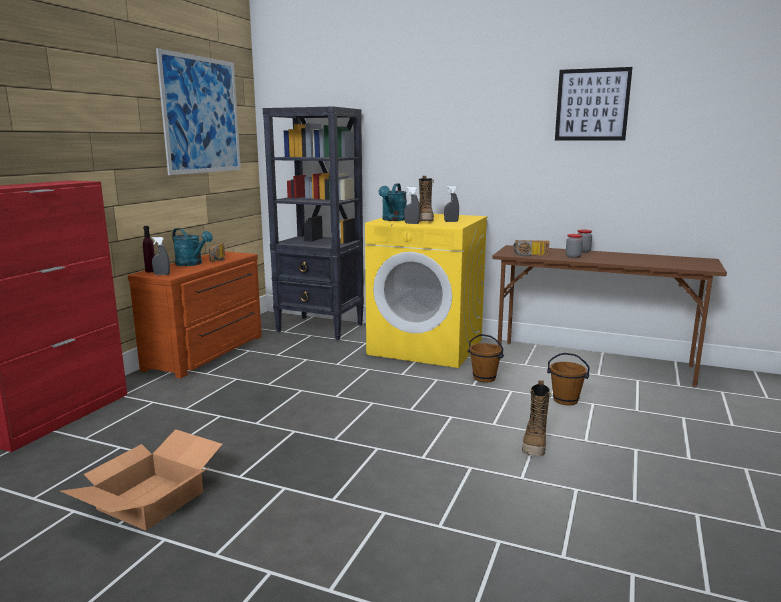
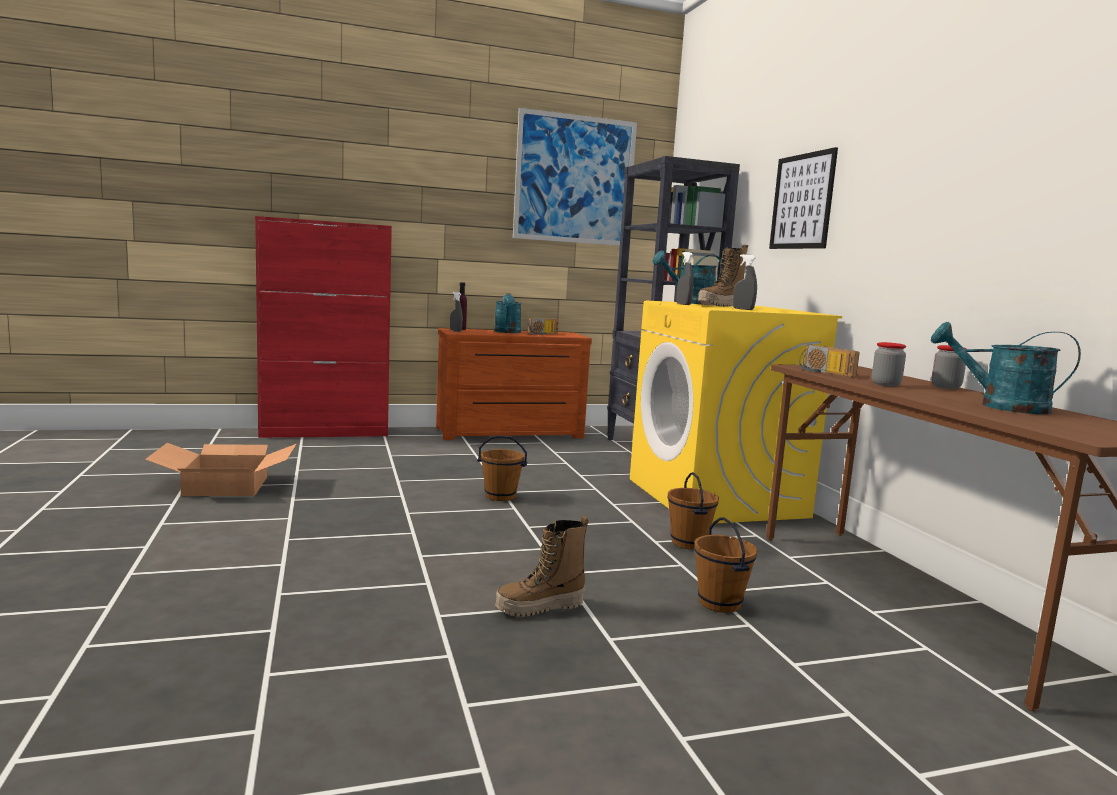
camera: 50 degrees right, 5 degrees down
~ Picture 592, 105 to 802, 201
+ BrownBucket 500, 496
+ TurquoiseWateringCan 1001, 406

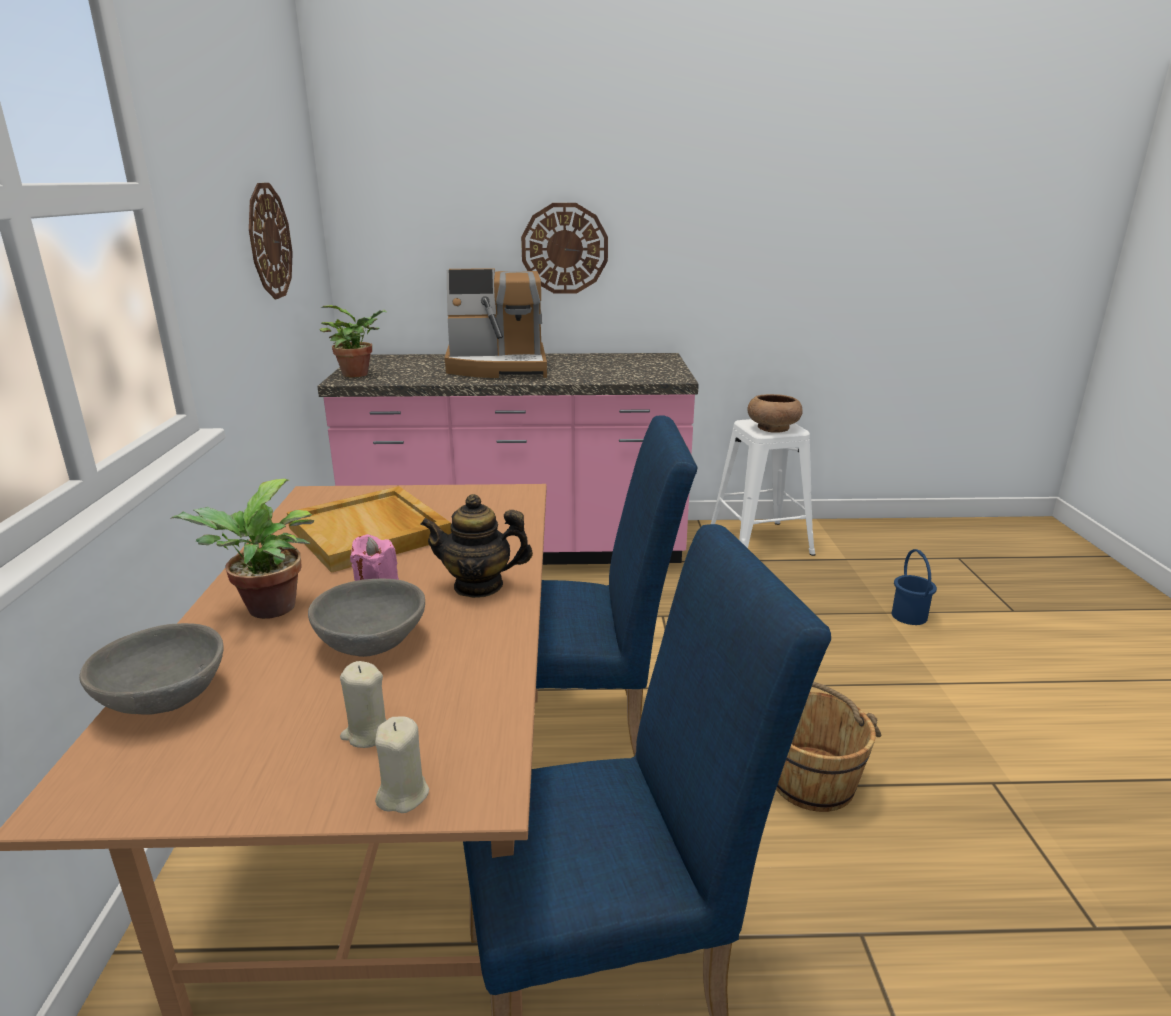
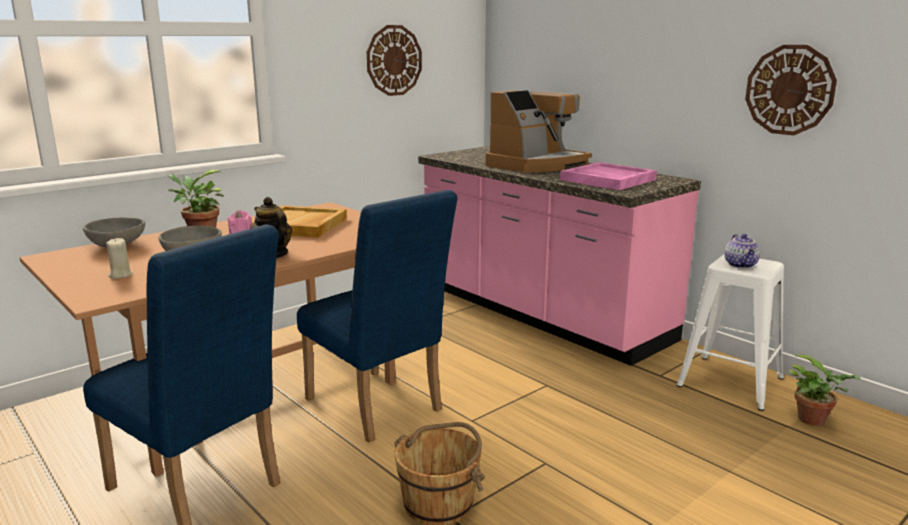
camera: 50 degrees right, 5 degrees down
~ PottedPlant 359, 374 to 815, 420
- BeigeCandle 403, 794
~ CoffeeMachine 498, 367 = 537, 165 90 degrees counterclockwise
~ WallClock 564, 248 to 789, 90
~ BrownBowl 772, 428 to Teapot 741, 265
- BlueBucket 909, 616
+ PinkTray 607, 180

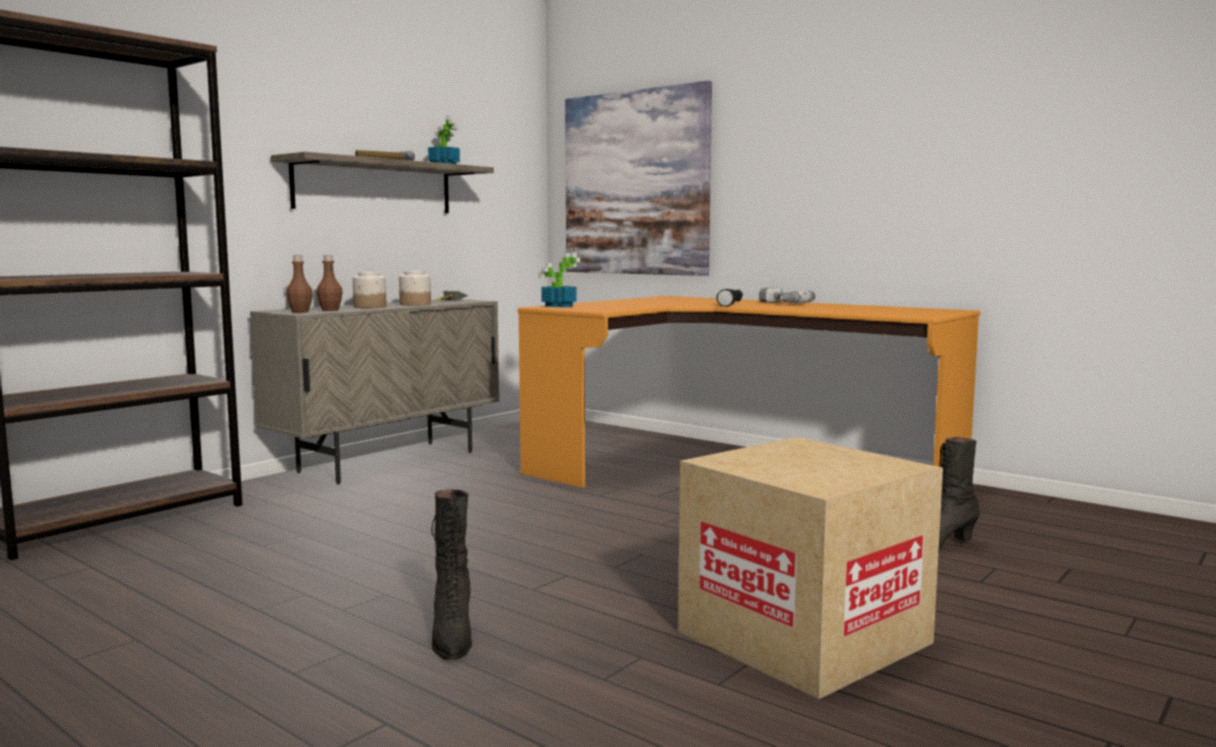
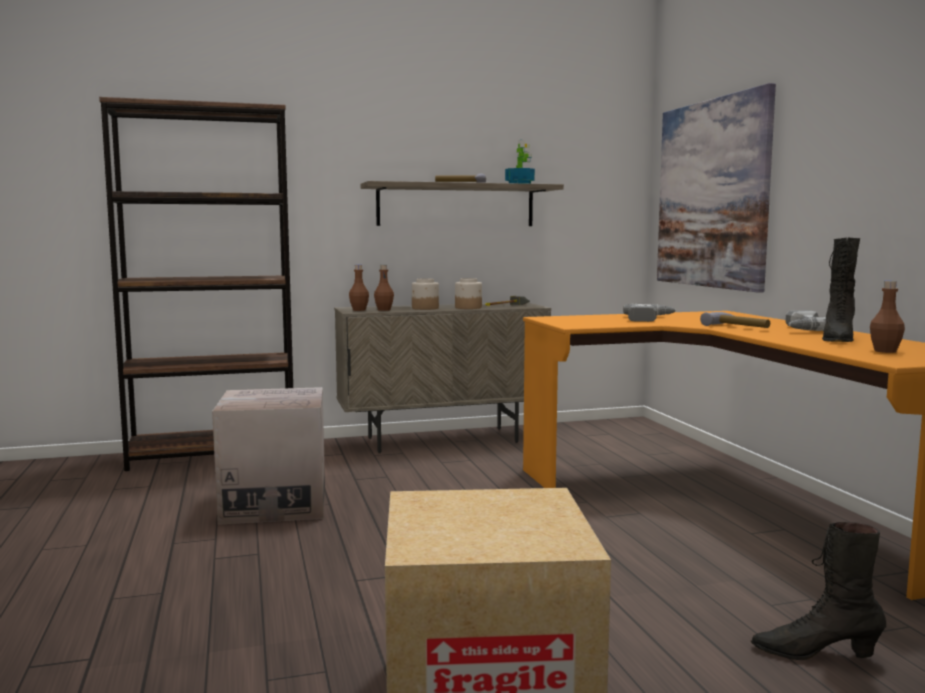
camera: 35 degrees right, 0 degrees up
~ BlackBoot 452, 636 to 837, 338
- PottedPlant 558, 306
~ BlackFlashlight 731, 304 to Hammer 739, 327
+ CardboardBox 275, 504
+ PowerDrill 650, 319
+ BrownBottle 885, 351

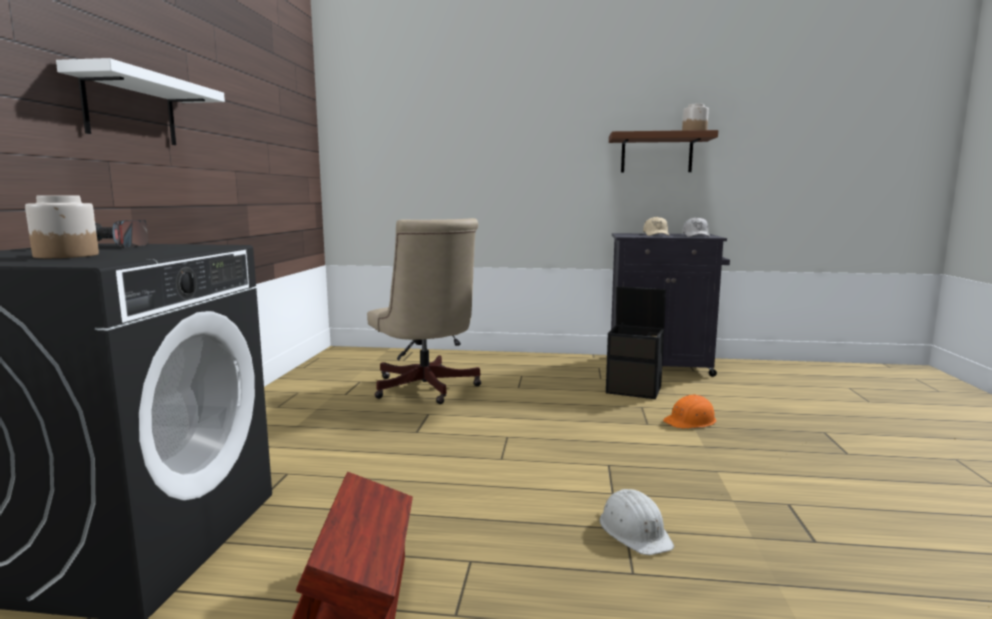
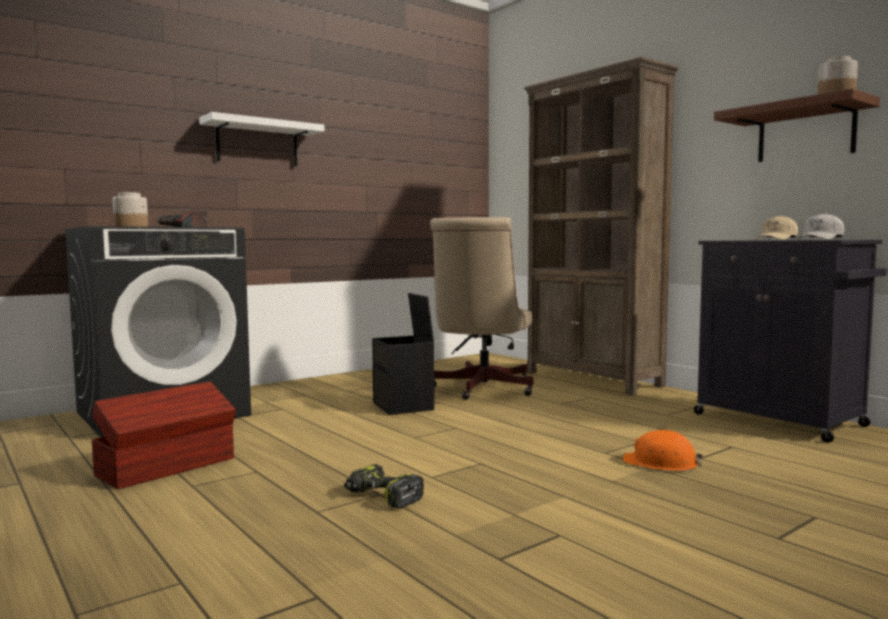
camera: 45 degrees right, 5 degrees down
~ WhiteHardHat 635, 531 to PowerDrill 382, 497
~ BlackStorageBox 635, 389 to 404, 406
+ BrownBookcase 593, 379

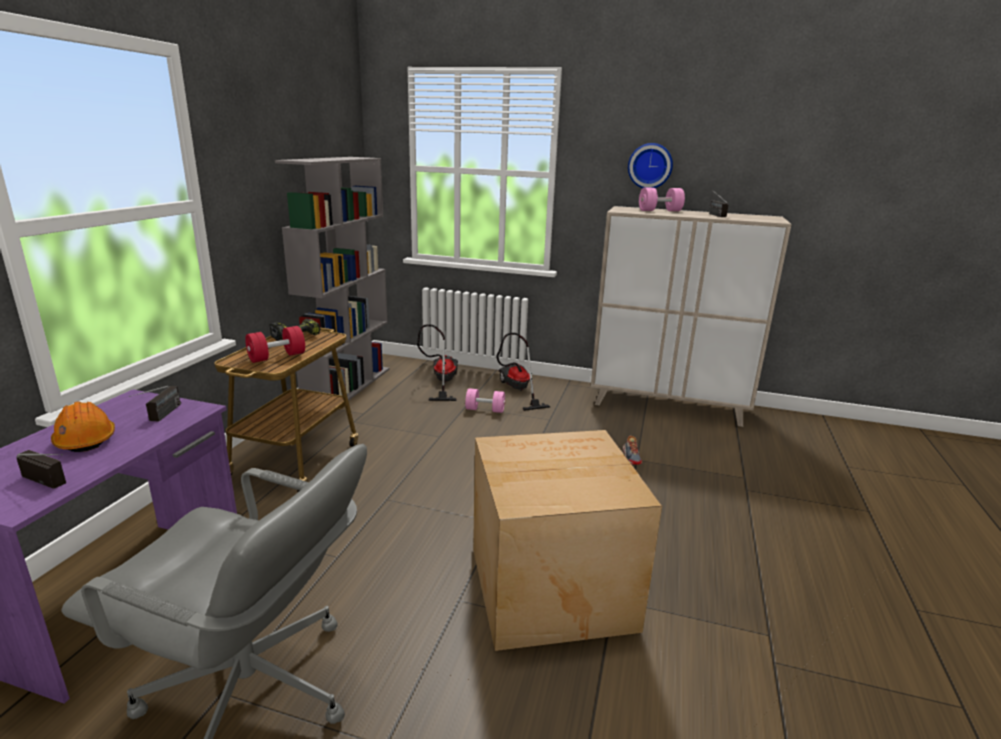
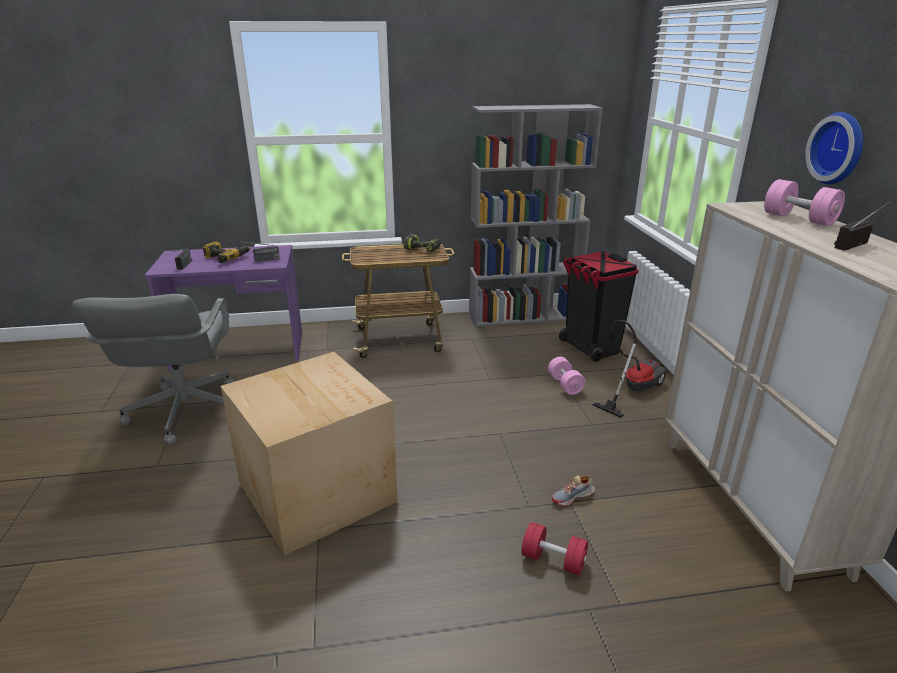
camera: 65 degrees right, 5 degrees up
~ OrangeHardHat 85, 439 to PowerDrill 226, 257
~ RedDumbbell 277, 357 to 553, 560
~ VacuumCleaner 441, 382 to BlackTrashCan 591, 348

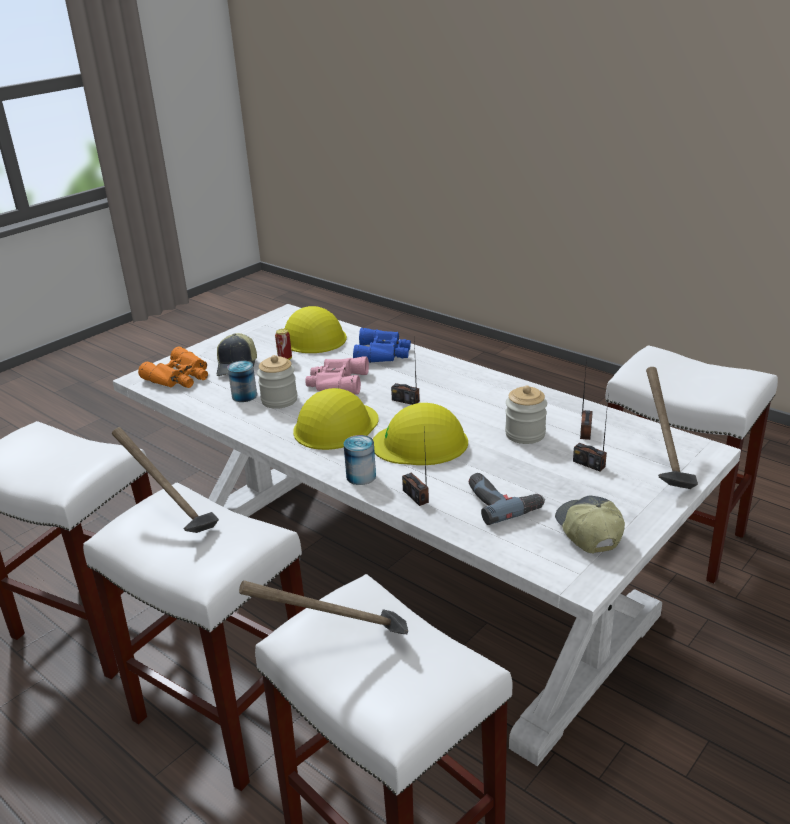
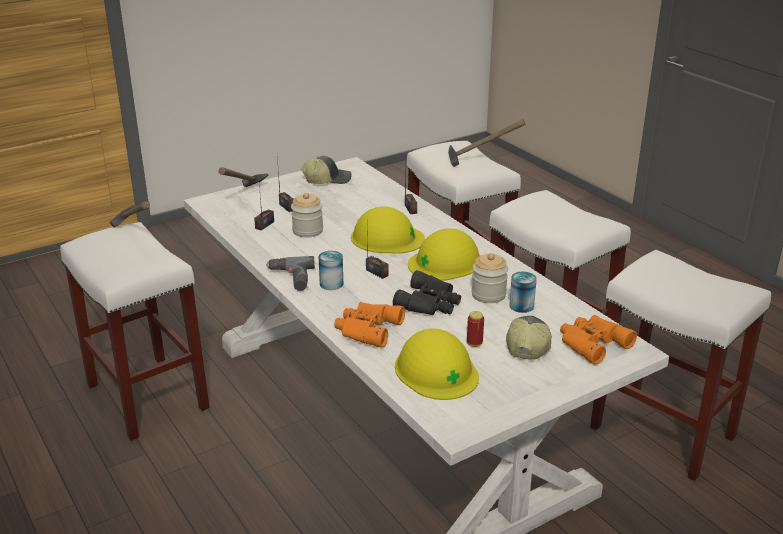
camera: 165 degrees left, 0 degrees up
~ Hammer 170, 518 to 136, 236
~ PinkBinoculars 336, 383 to BlackBinoculars 430, 303
~ Can 361, 476 to 331, 284
~ BlueBinoculars 383, 353 to OrangeBinoculars 366, 329
~ PowerDrill 502, 501 to 290, 278
~ Cap 587, 532 = 327, 179 105 degrees counterclockwise

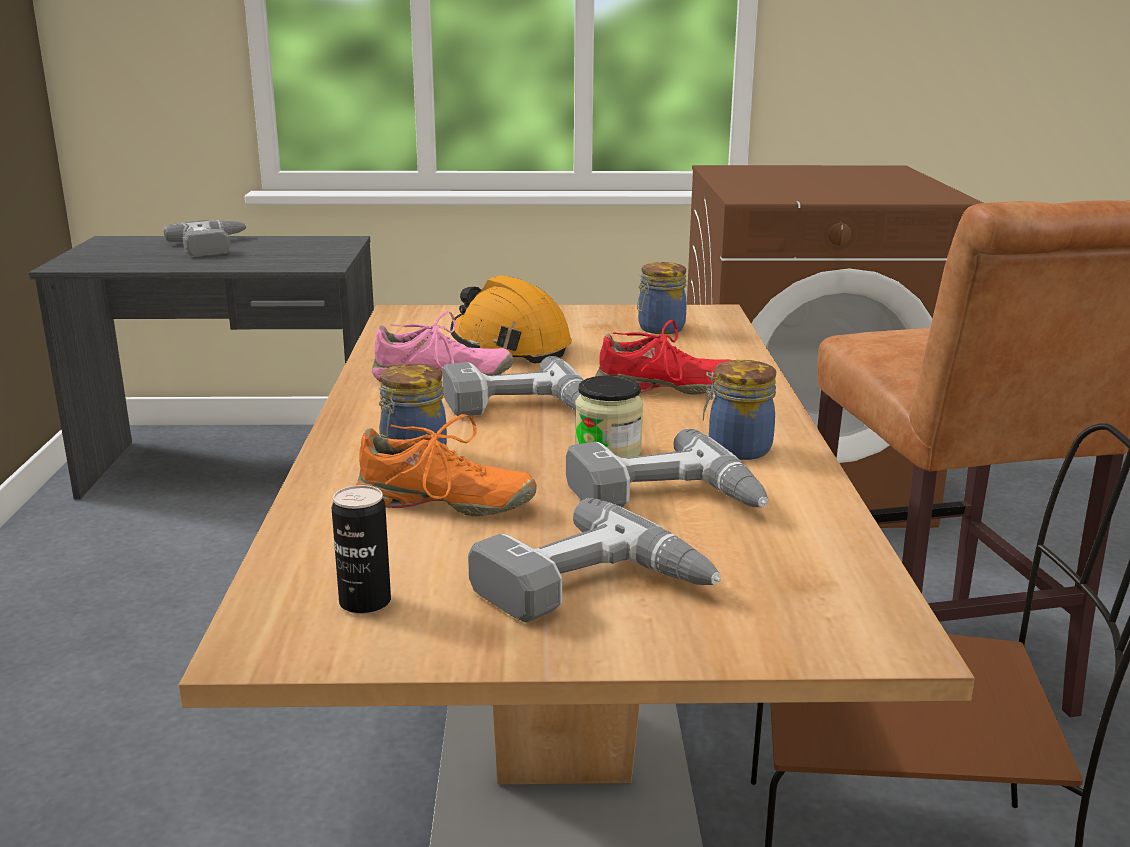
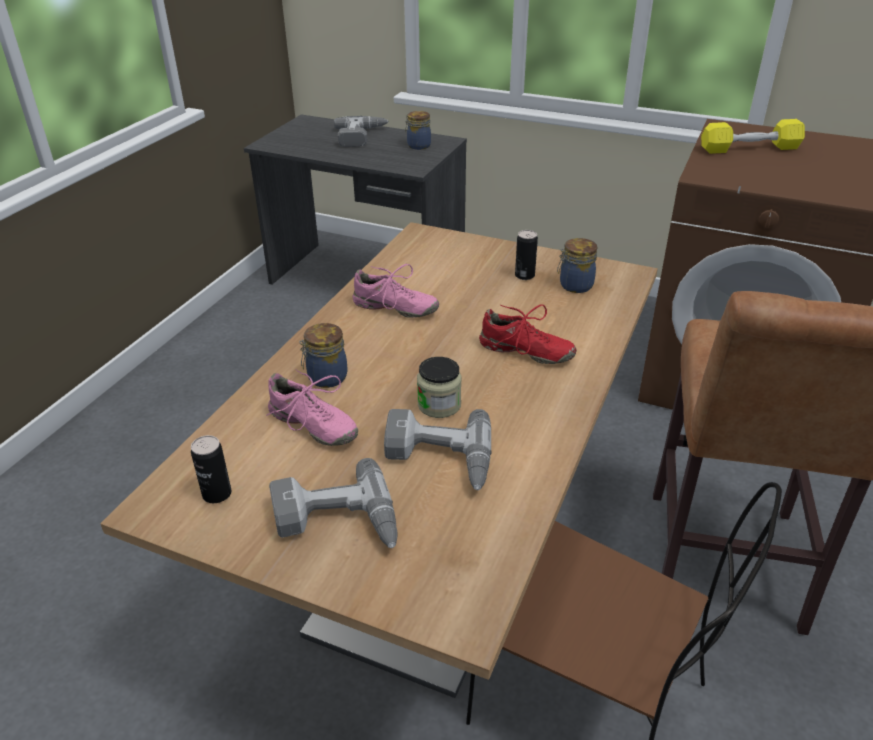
camera: 25 degrees right, 15 degrees up
~ OrangeShoe 445, 503 to PinkShoe 312, 426
- PowerDrill 520, 410
- OrangeHardHat 509, 346
~ Jar 736, 449 to 418, 145
+ Can 524, 275
+ YellowDumbbell 750, 148

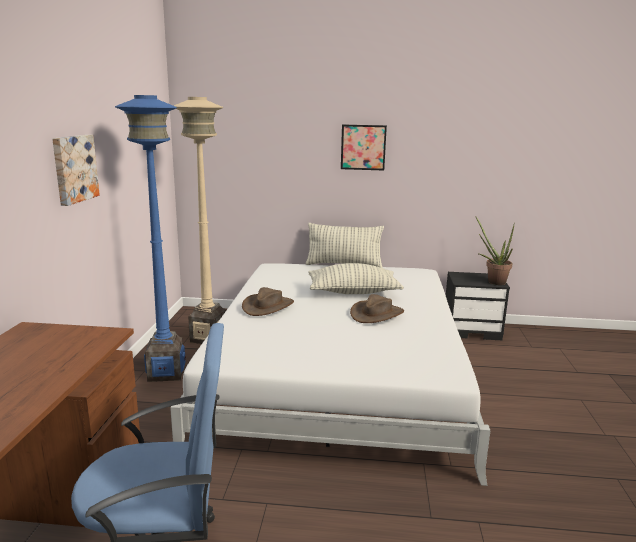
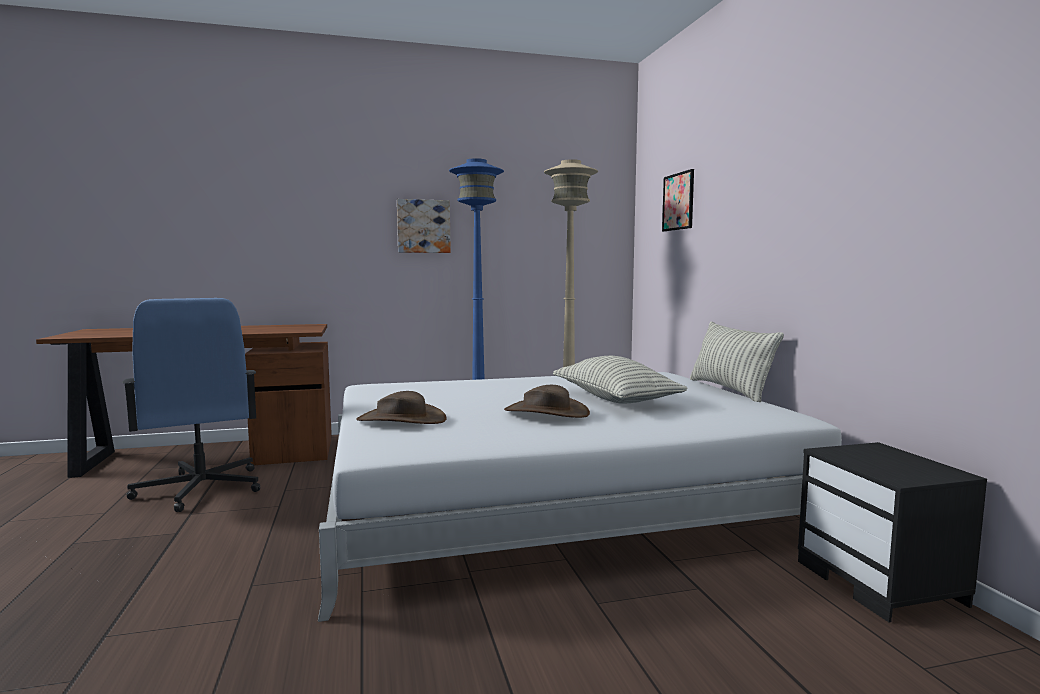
camera: 70 degrees right, 10 degrees down
~ BrownHat 268, 306 to 402, 419
~ Picture 363, 147 to 678, 201
- PottedPlant 493, 281

